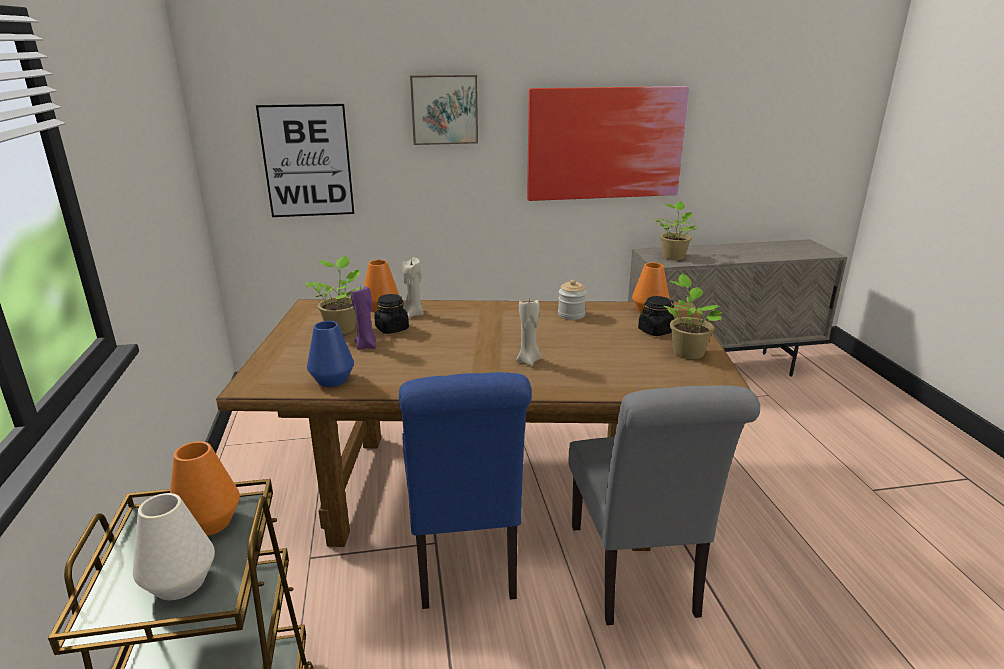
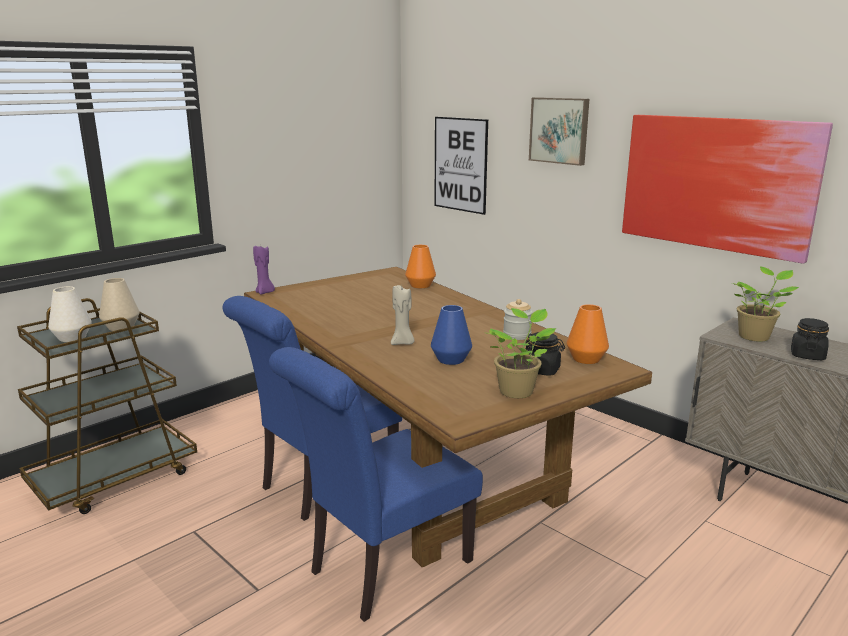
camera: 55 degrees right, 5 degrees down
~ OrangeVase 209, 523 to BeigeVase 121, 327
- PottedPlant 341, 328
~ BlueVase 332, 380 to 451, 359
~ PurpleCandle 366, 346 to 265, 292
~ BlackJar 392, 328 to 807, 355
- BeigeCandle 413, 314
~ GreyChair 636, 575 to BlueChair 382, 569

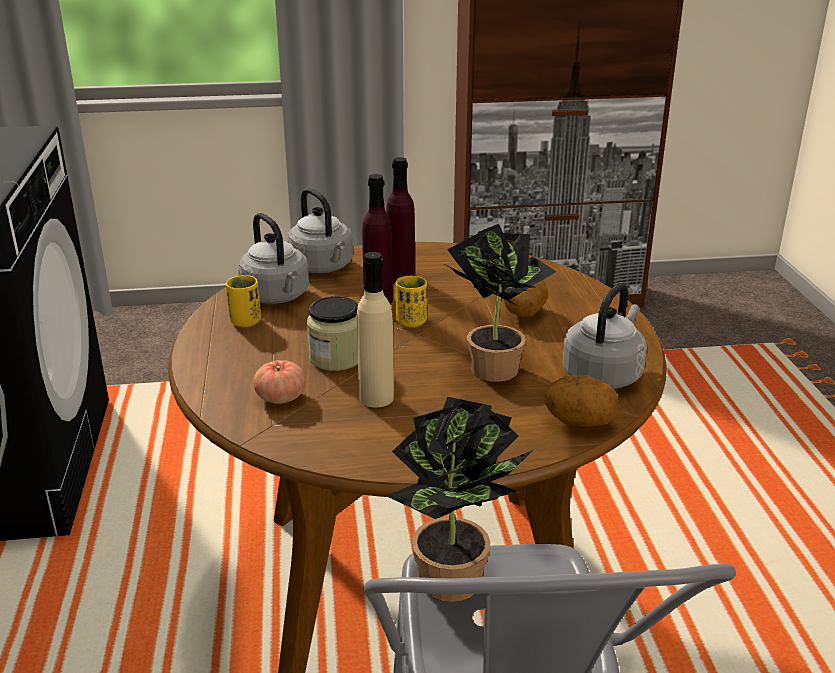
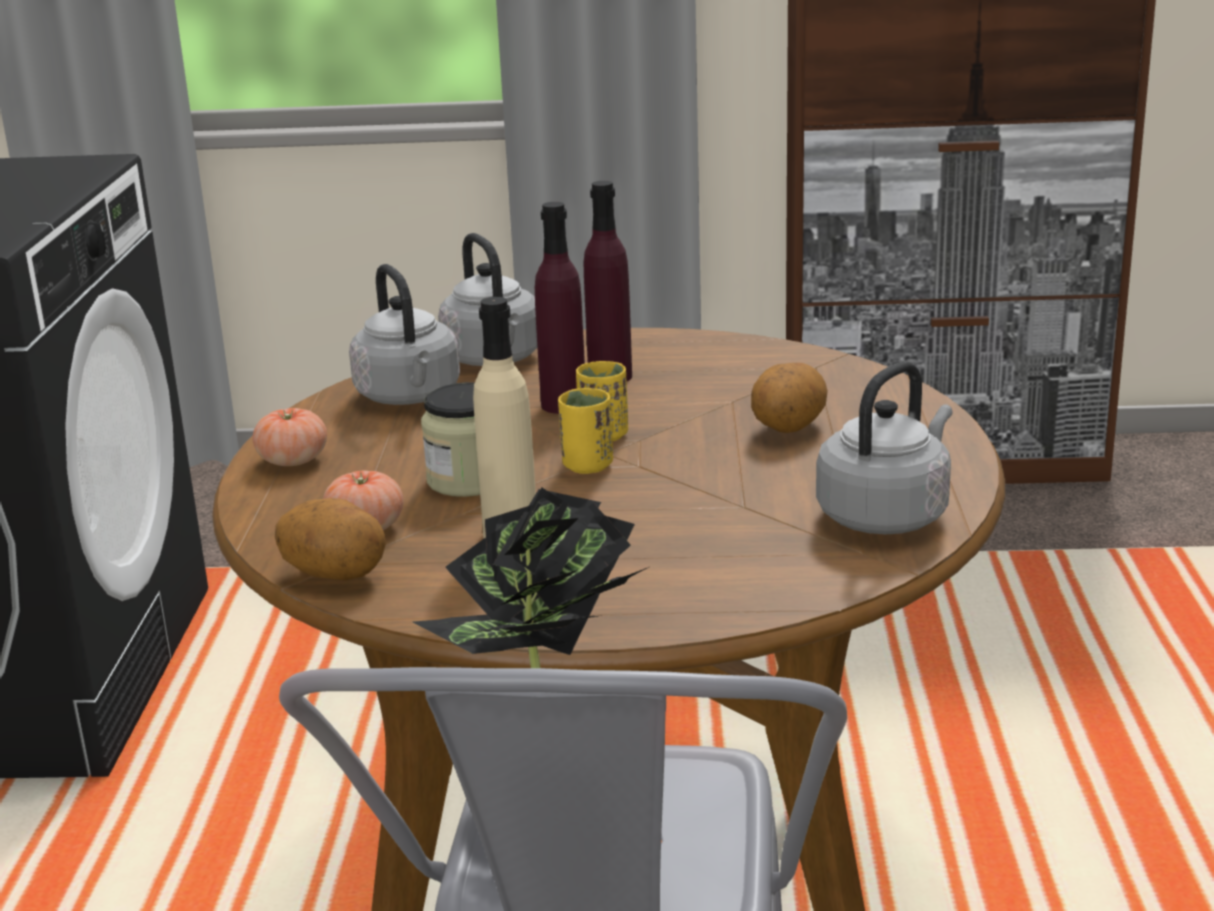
camera: 10 degrees right, 5 degrees down
~ YellowCup 245, 322 to 587, 466
- PottedPlant 492, 365
~ Potato 579, 422 to 335, 574
+ Tomato 293, 460

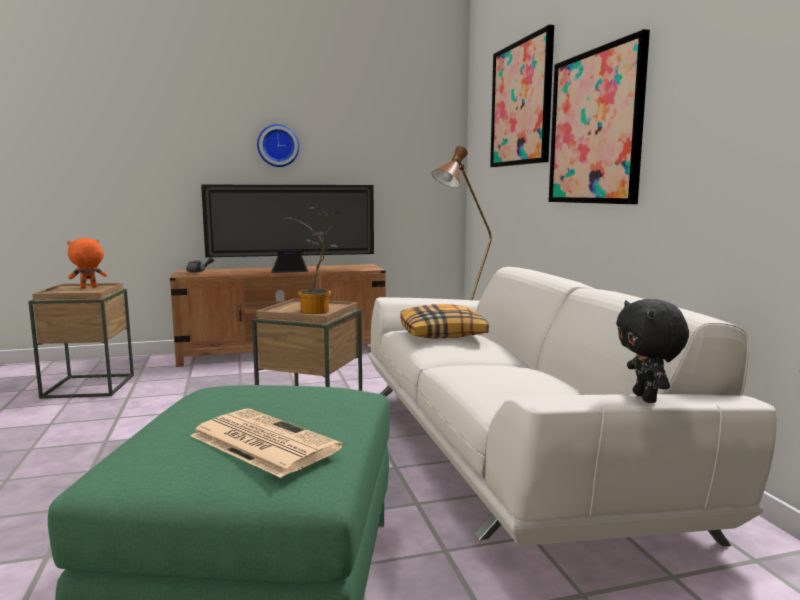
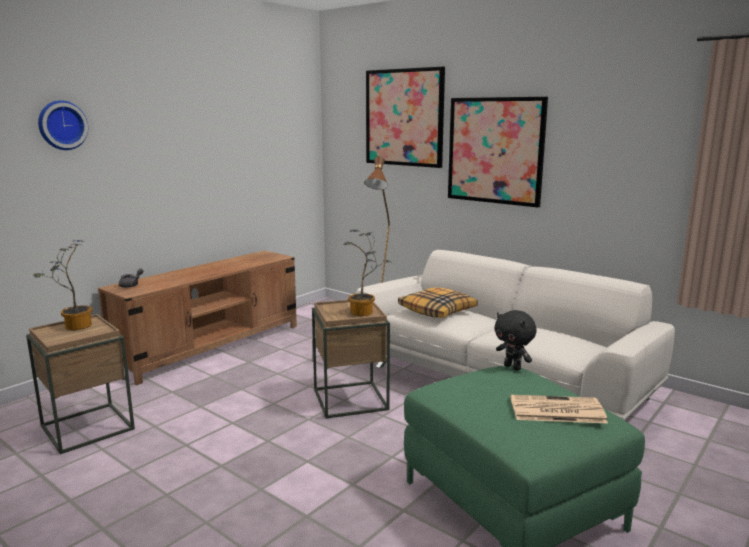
camera: 35 degrees left, 5 degrees up
~ OrangePlushToy 88, 287 to PottedPlant 74, 326
- Television 292, 271
~ WallClock 278, 146 to 61, 125
~ BlackPlushToy 646, 398 to 513, 367

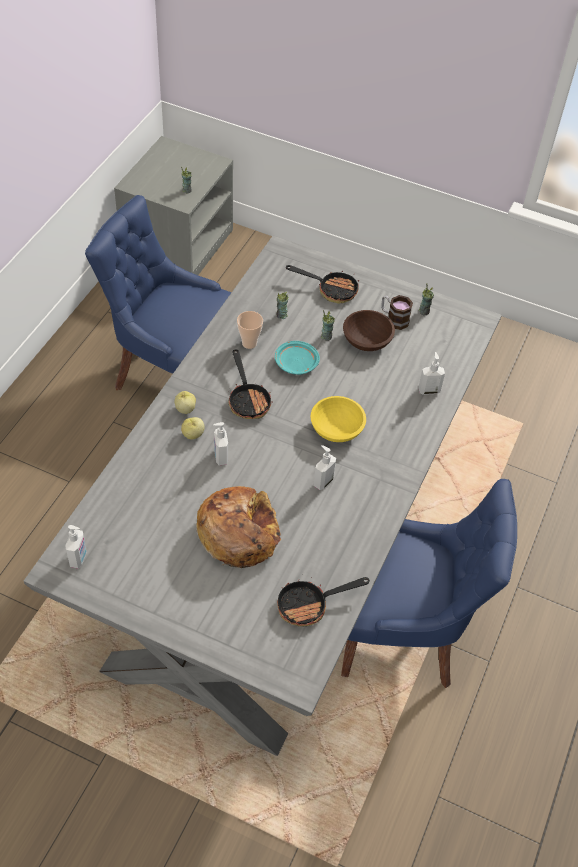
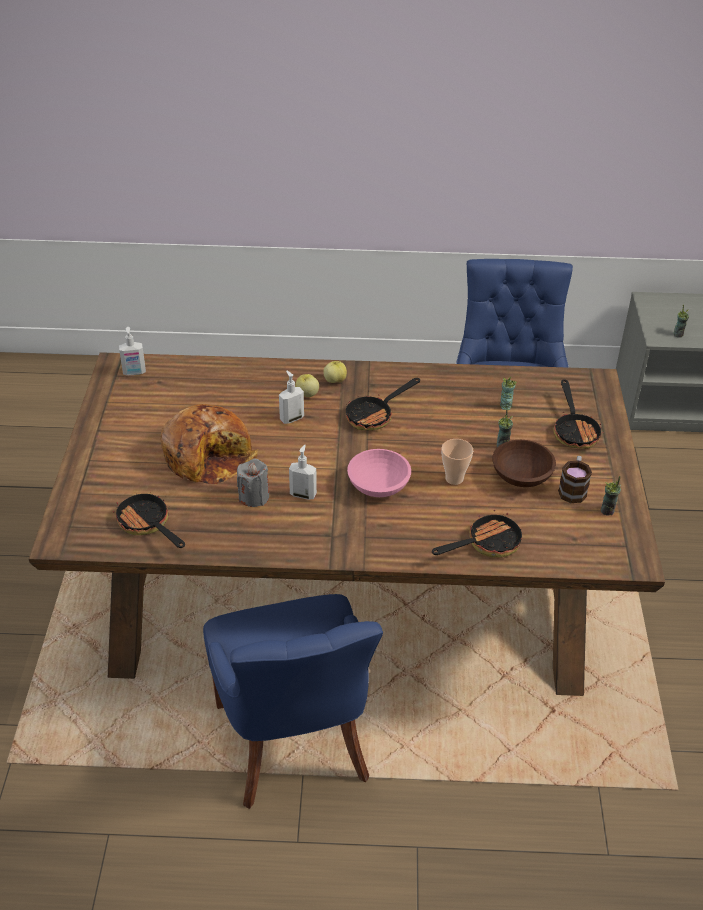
camera: 70 degrees right, 10 degrees down
~ GreyDiningTable 280, 542 to BrownDiningTable 351, 604
~ Cup 249, 343 to 454, 479
- TurquoisePlate 295, 363
~ YellowBowl 337, 429 to PinkBowl 379, 486
~ SoapDispenser 428, 390 to FryingPan 486, 544
+ GreyCandle 254, 496

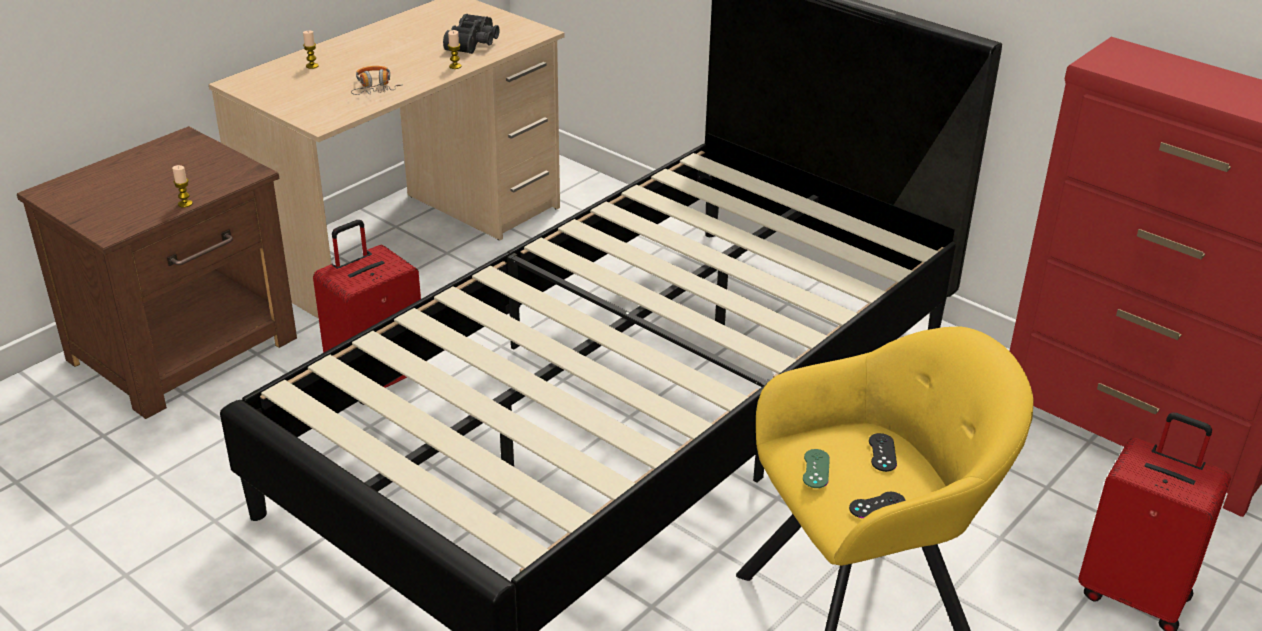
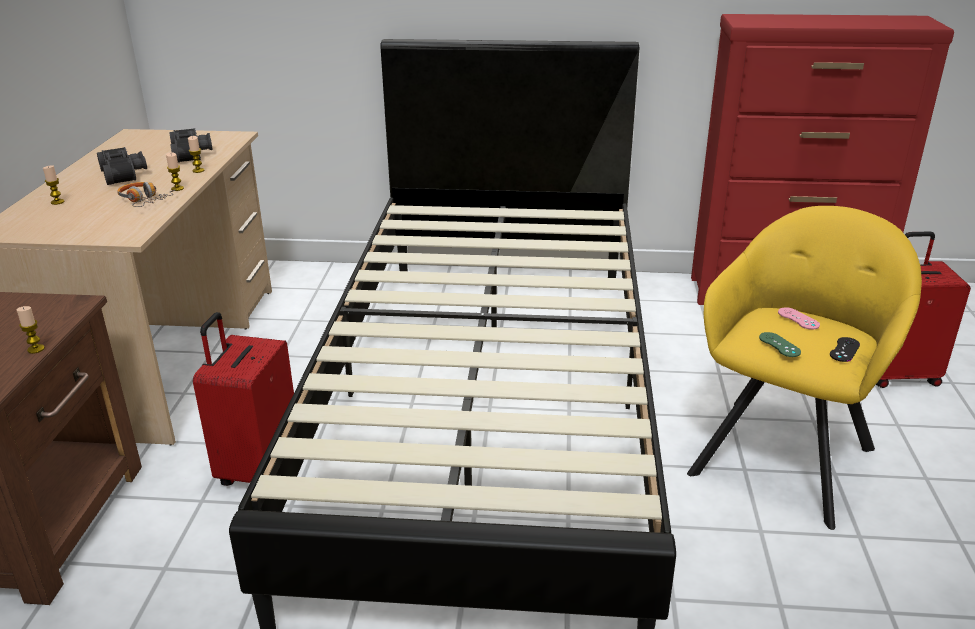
camera: 35 degrees left, 5 degrees down
~ BlackGameController 882, 452 to PinkGameController 798, 319
+ BlackBinoculars 125, 174
+ Candle 177, 188

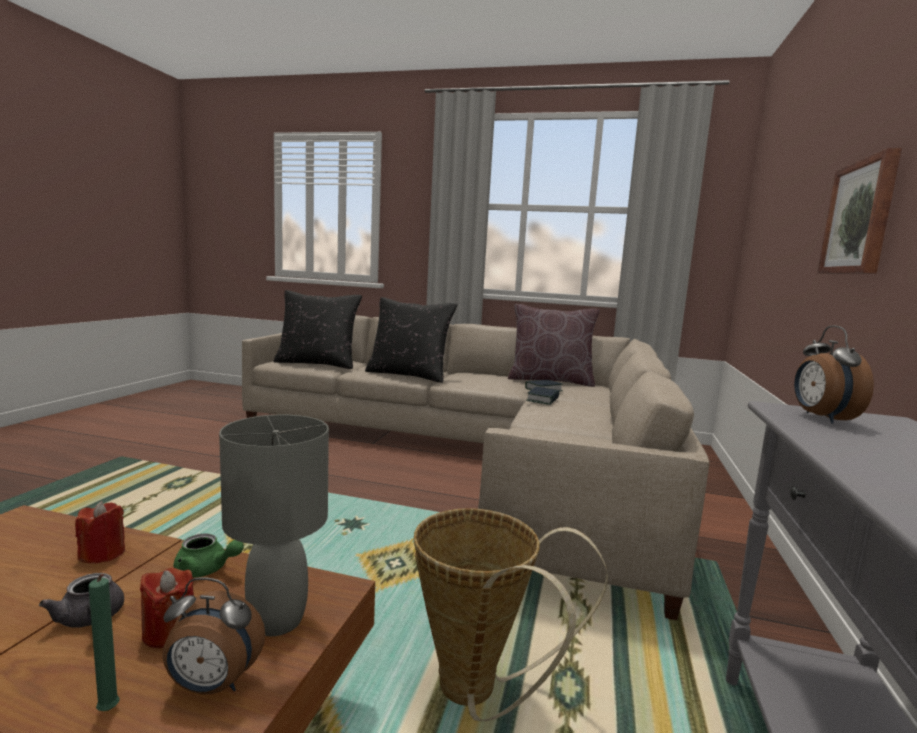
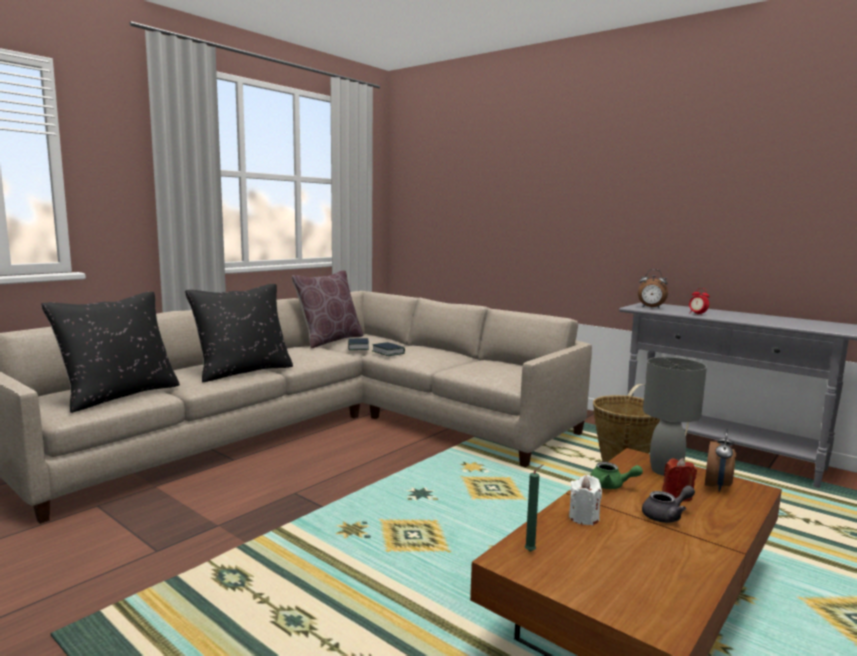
camera: 65 degrees left, 0 degrees up
~ RedCandle 103, 554 to WhiteCandle 584, 518
~ GreenCandle 109, 712 to 531, 551
~ GreenTeapot 206, 570 = 611, 486 75 degrees clockwise
- Picture 860, 218
+ AlarmClock 697, 314

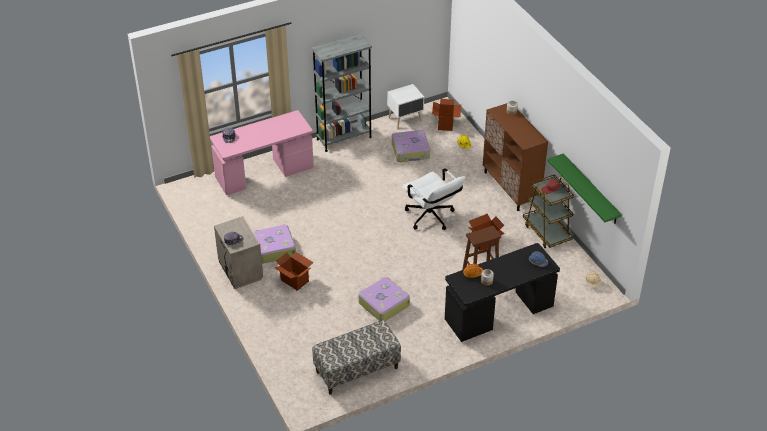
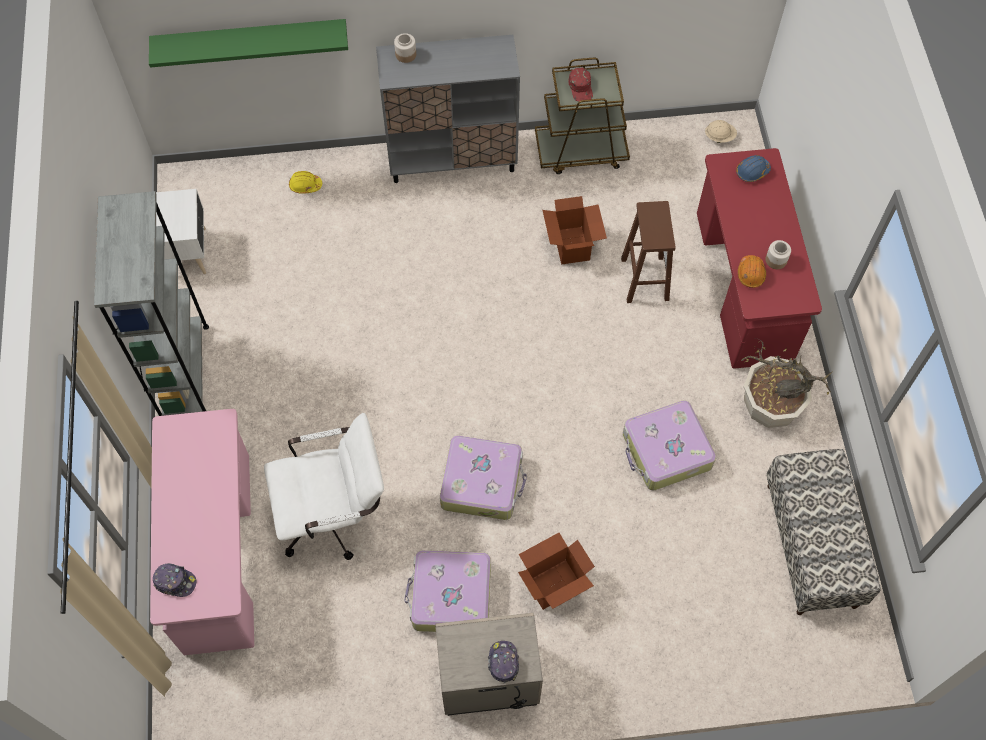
camera: 70 degrees left, 20 degrees up
~ Suitcase 411, 151 to 482, 482
~ WhiteOfficeChair 432, 219 to 334, 515
- CardboardBox 446, 124
~ BlackDesk 499, 313 to RedDesk 743, 286
~ BrownCabinet 511, 188 to GreyCabinet 452, 159
~ GreenShelf 590, 189 to 250, 38
+ PottedPlant 769, 407

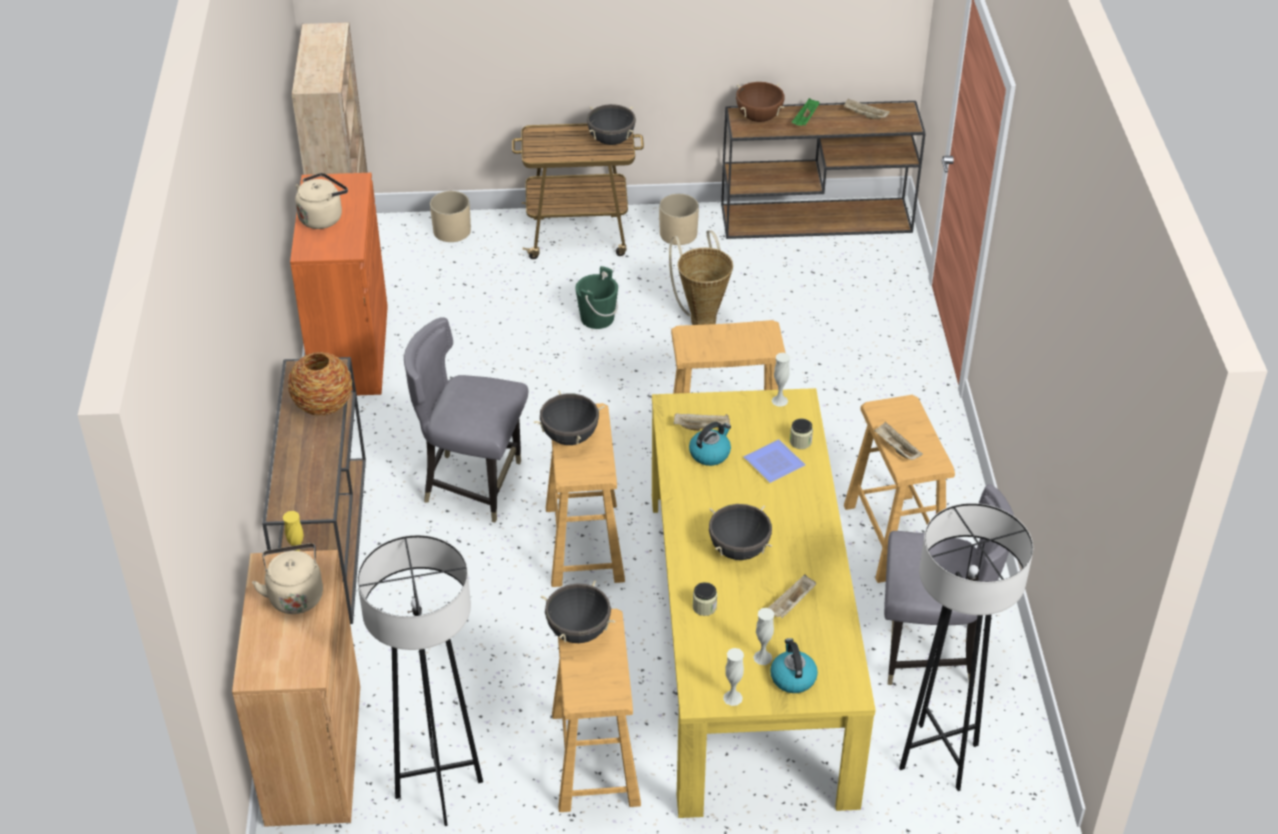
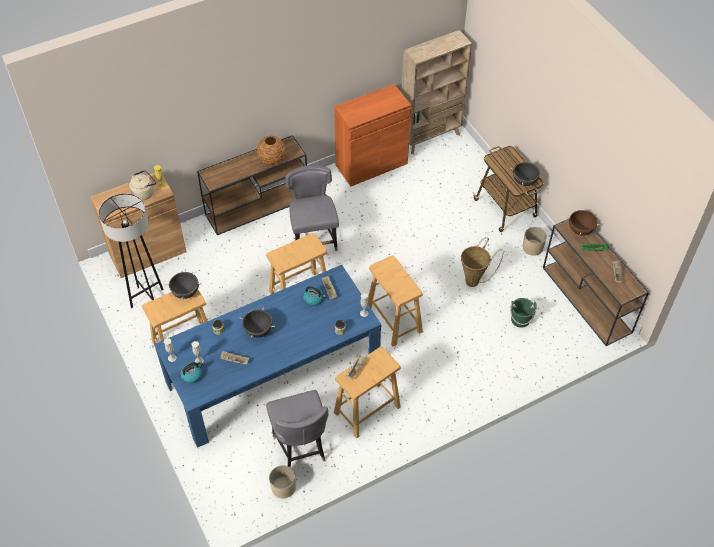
camera: 65 degrees right, 10 degrees up
- BeigeKettle 322, 217
~ BeigePlanter 451, 231 to 283, 487
- BlackCookingPot 570, 437
~ GreenBucket 597, 318 to 520, 320
~ YellowDiningTable 747, 640 to BlueDiningTable 273, 373
- Plate 774, 461
- GreyFloorLamp 938, 757

